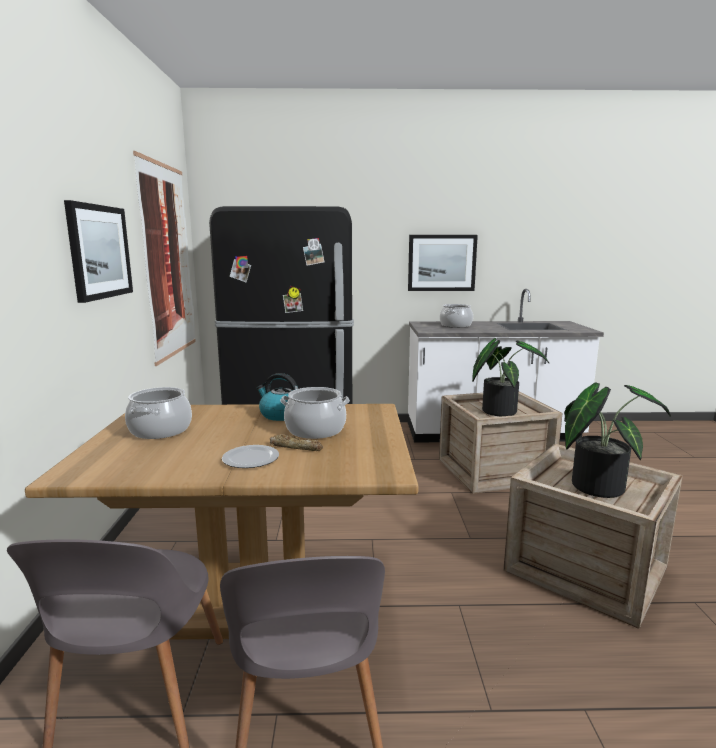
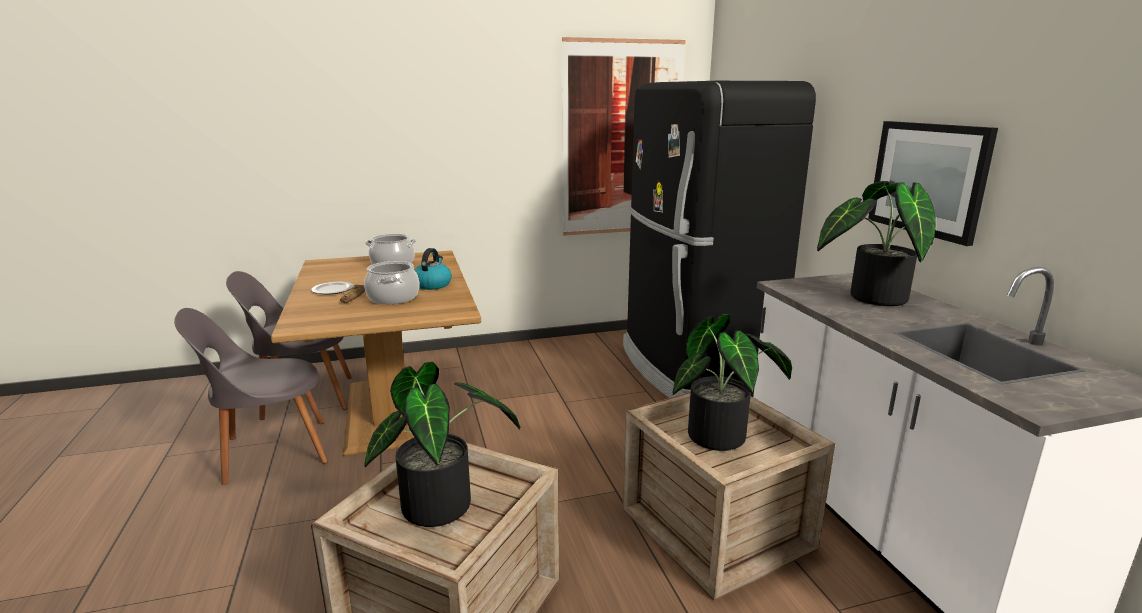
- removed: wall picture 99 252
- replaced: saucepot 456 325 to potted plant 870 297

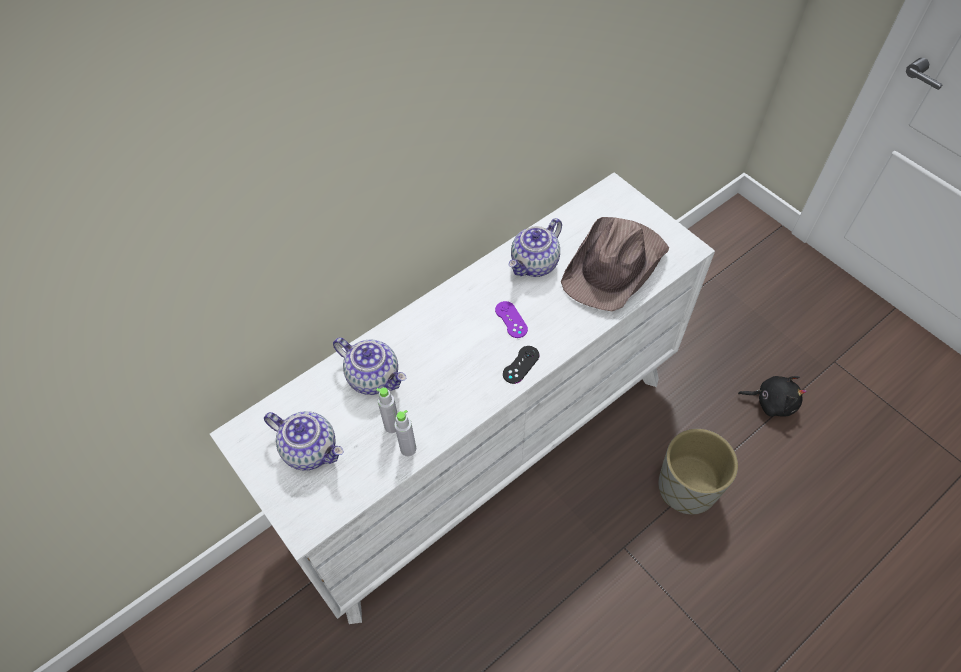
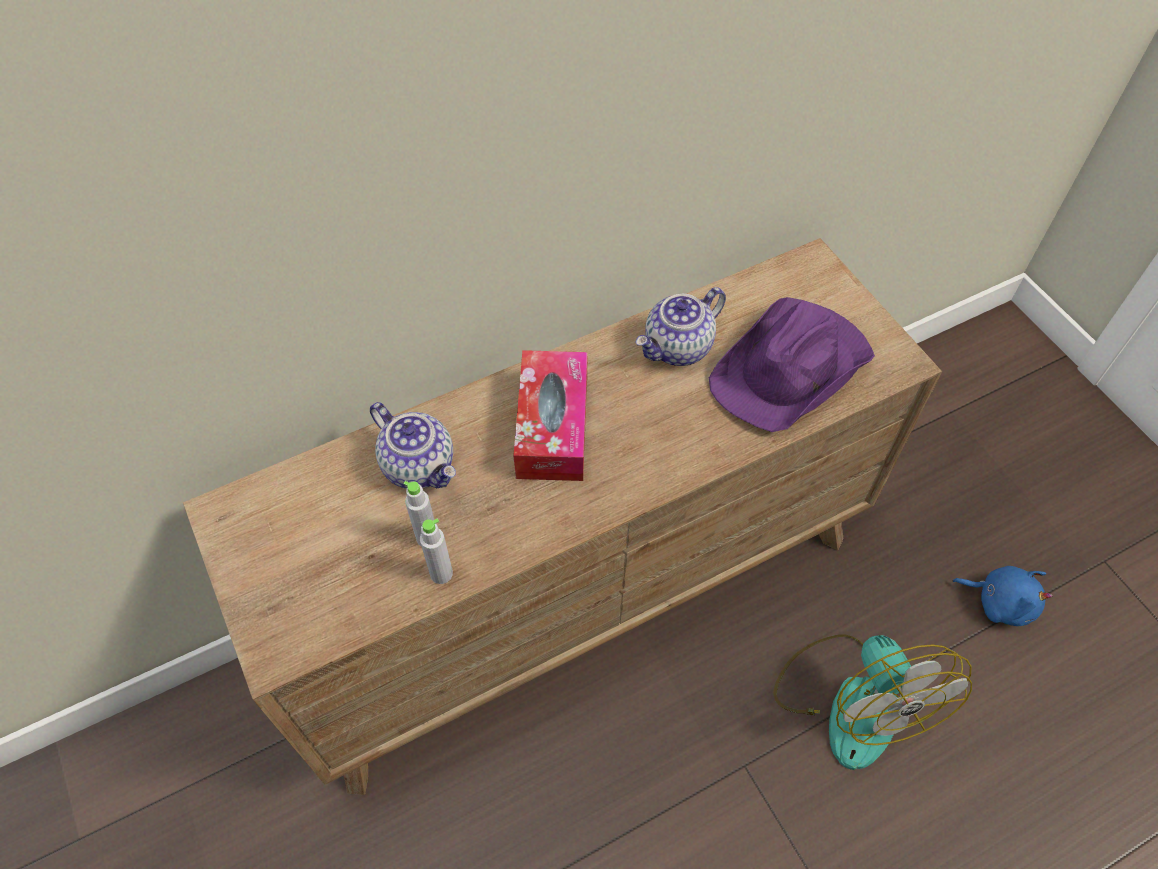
- recoloured: white chest of drawers 483 449 to brown chest of drawers 579 592
- recoloured: brown hat 615 265 to purplish hat 792 368
- removed: purplish gamepad 511 319
- removed: black gamepad 521 364
- recoloured: black soft toy 771 402 to bluish soft toy 1000 602
- removed: teapot 311 449
- replaced: grey plant pot 687 487 to cooling fan 852 699
- added: tissue box 552 426

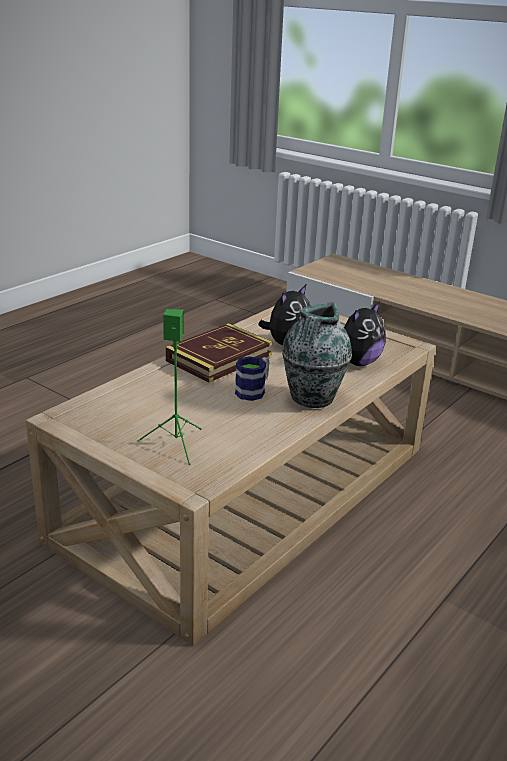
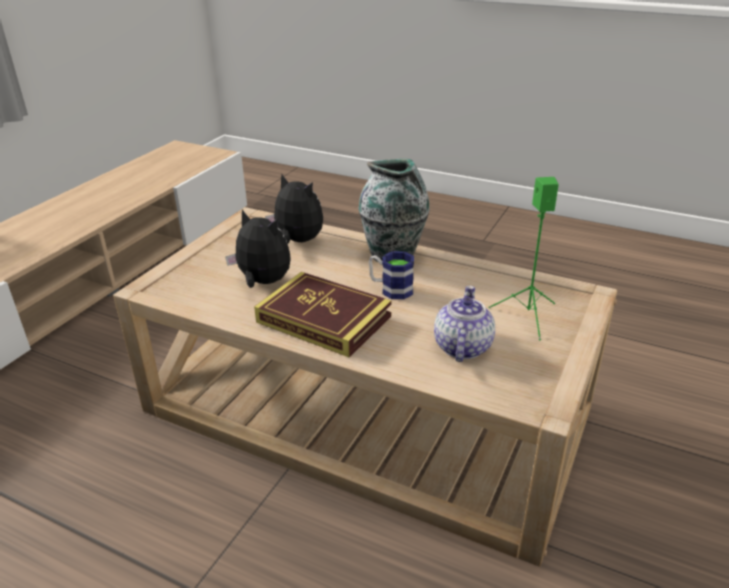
- added: teapot 461 346

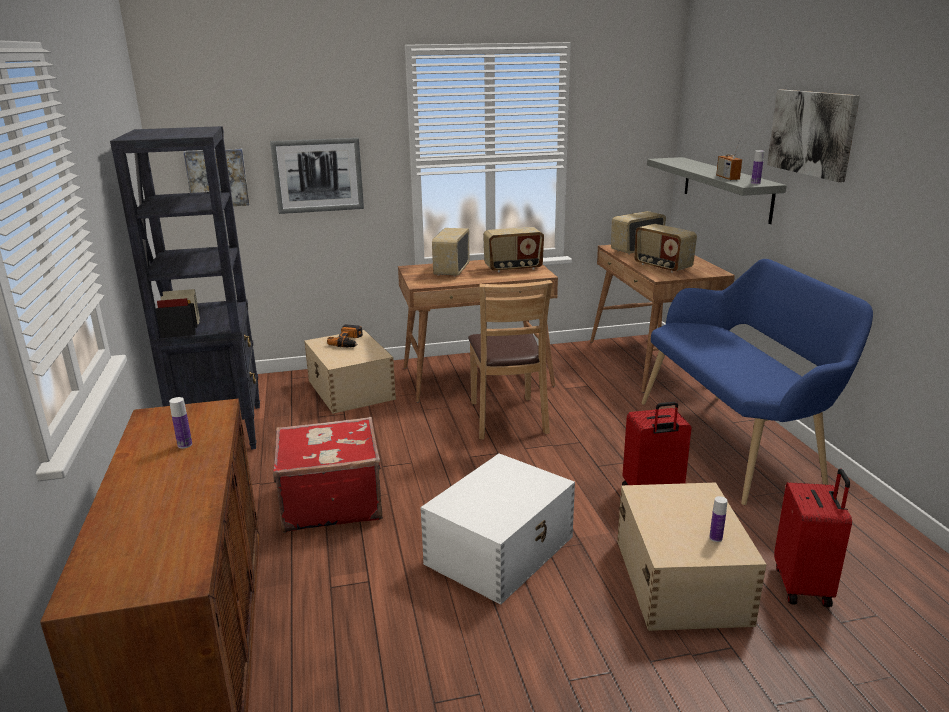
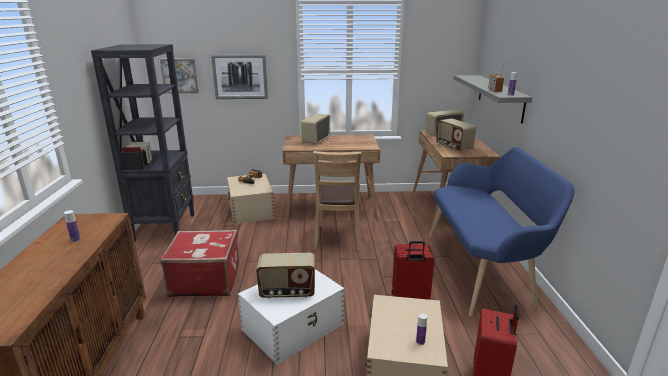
- removed: wall picture 812 133
- moved: radio 513 268 to 287 292

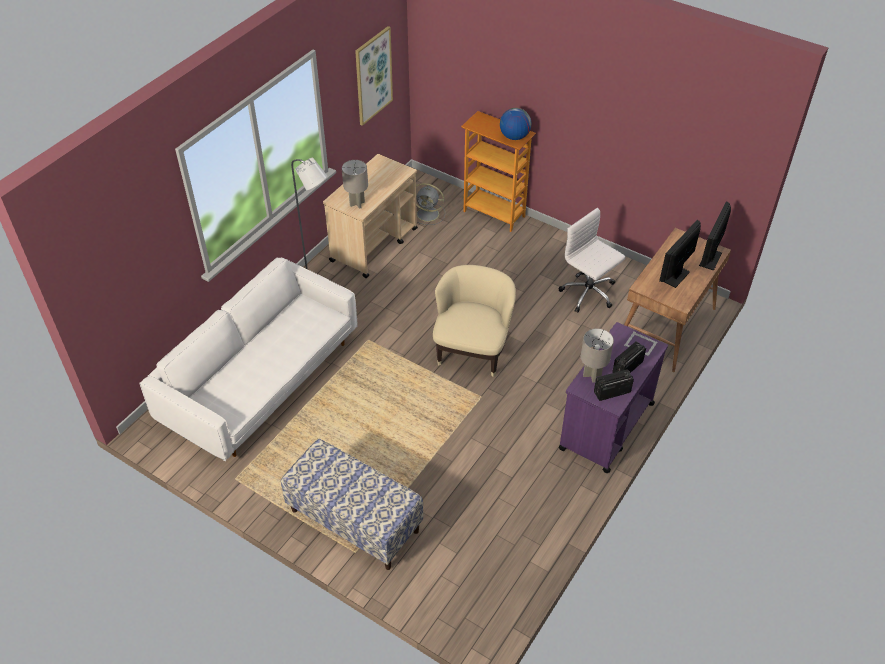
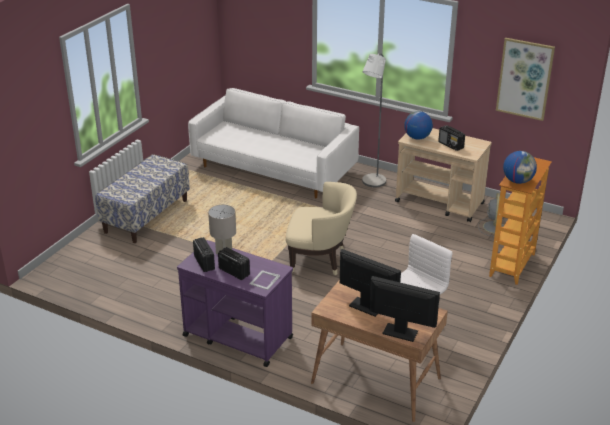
- replaced: grey tabletop lamp 357 204 to globe 417 137
- added: radio 451 145

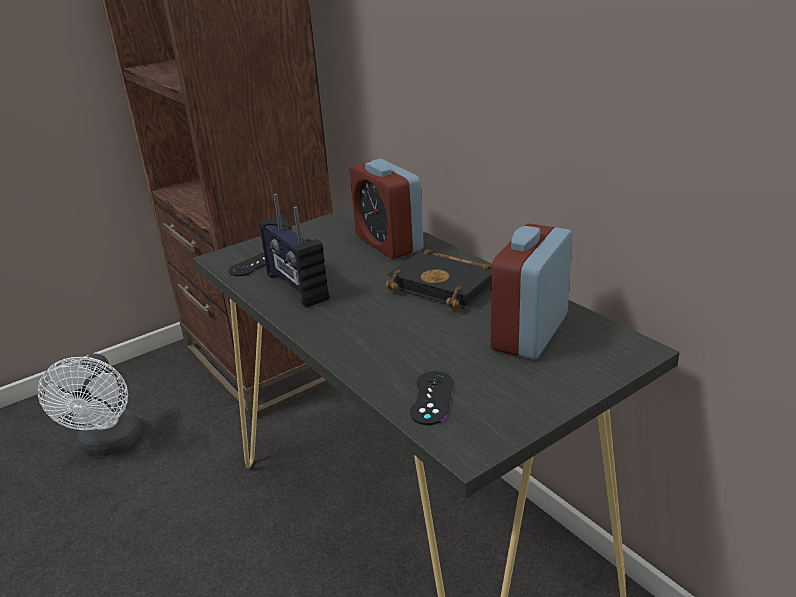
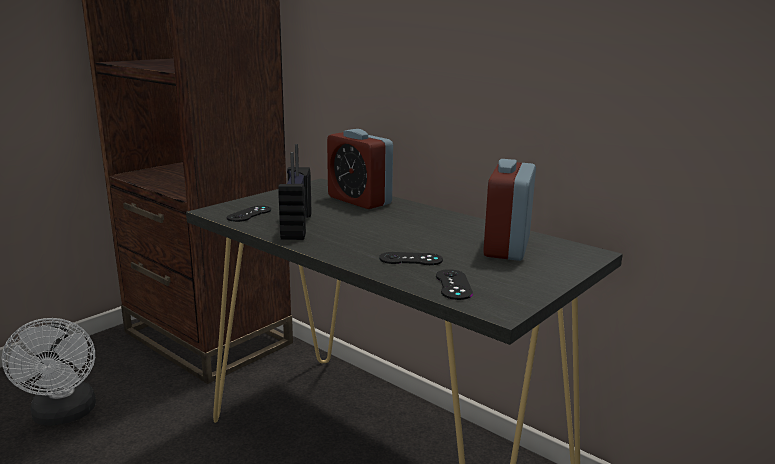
- turned: radio 296 287 = 295 227 45 degrees clockwise
- removed: black volume 446 286
- added: black gamepad 411 259

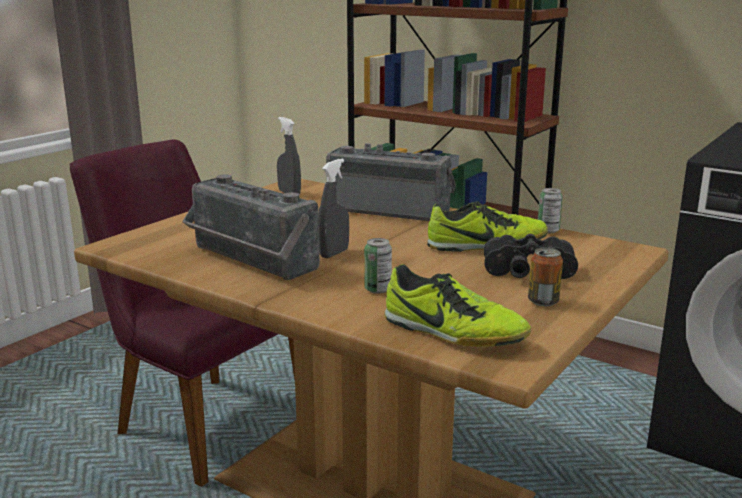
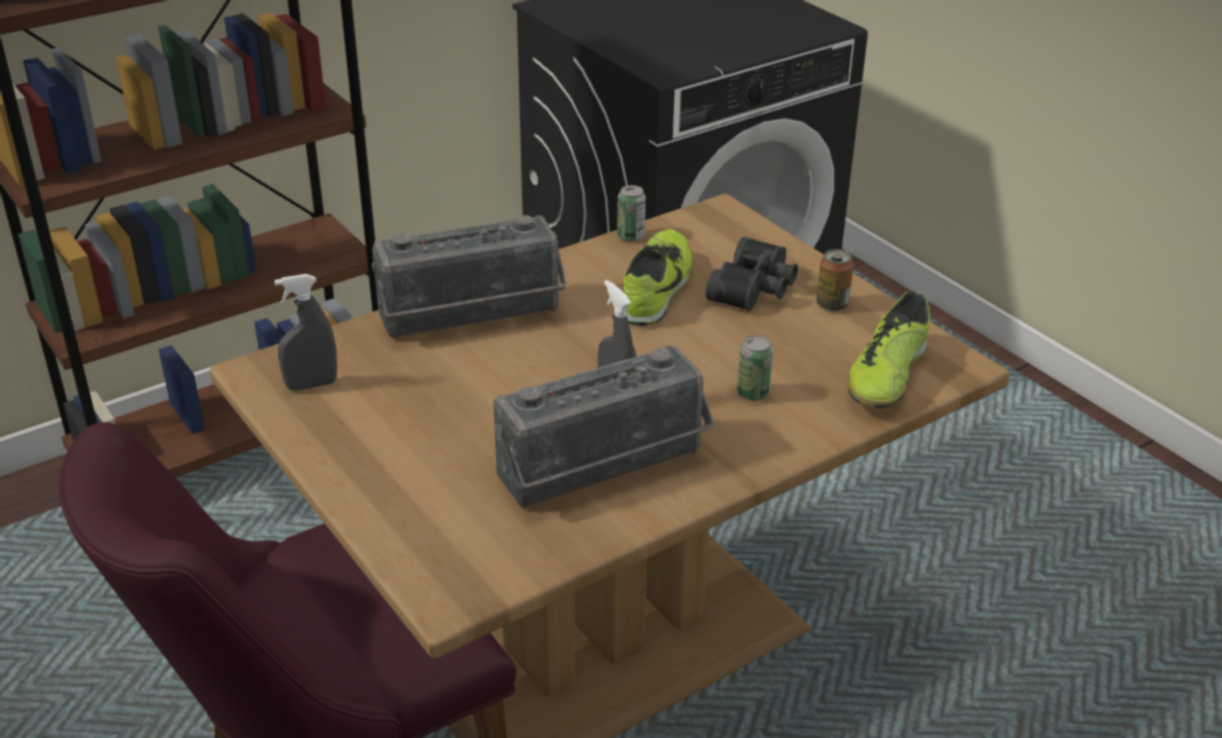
- turned: radio 390 210 = 471 318 150 degrees counterclockwise
- turned: low shoe 453 333 = 886 376 150 degrees clockwise

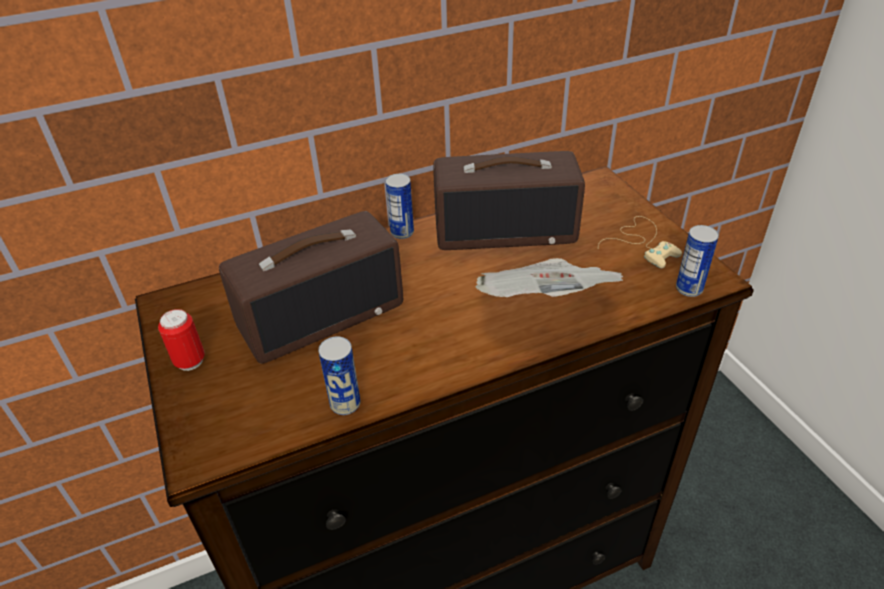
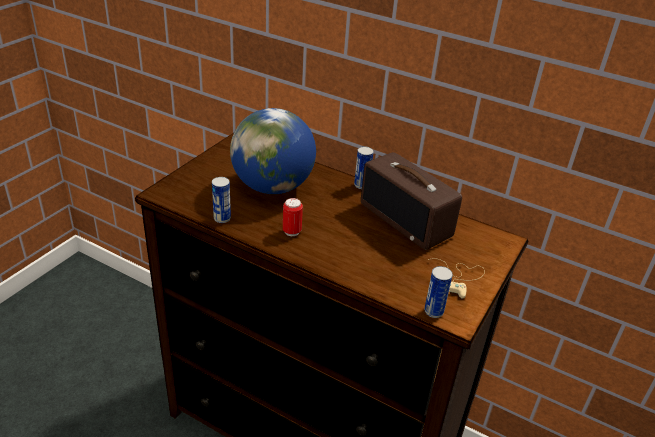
- replaced: radio 322 314 to globe 272 187
- removed: printed paper 544 307
- moved: metal can 190 361 to 292 231

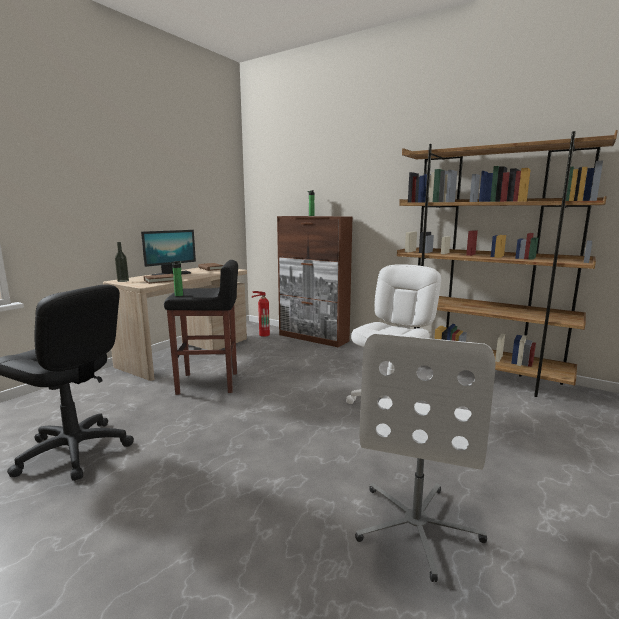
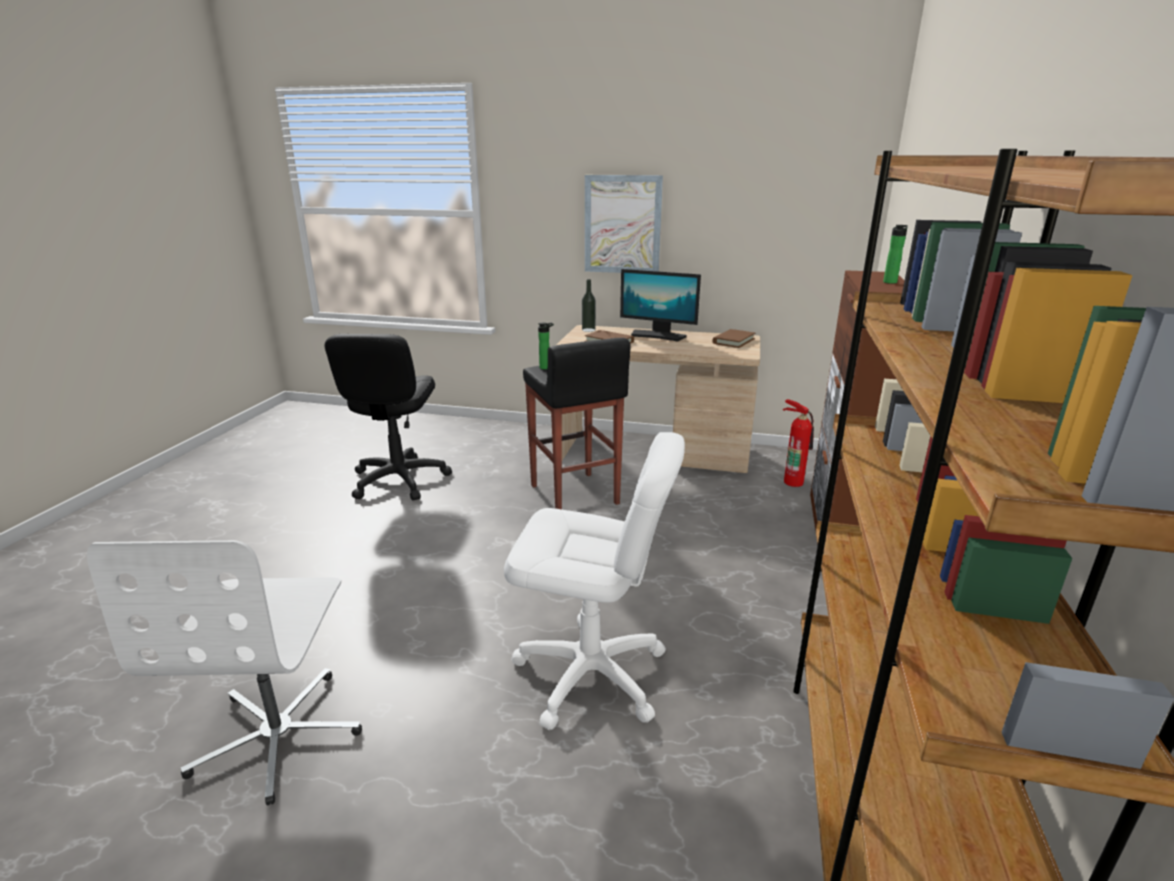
- turned: white desk chair 417 525 = 279 734 90 degrees counterclockwise
- added: wall picture 622 225

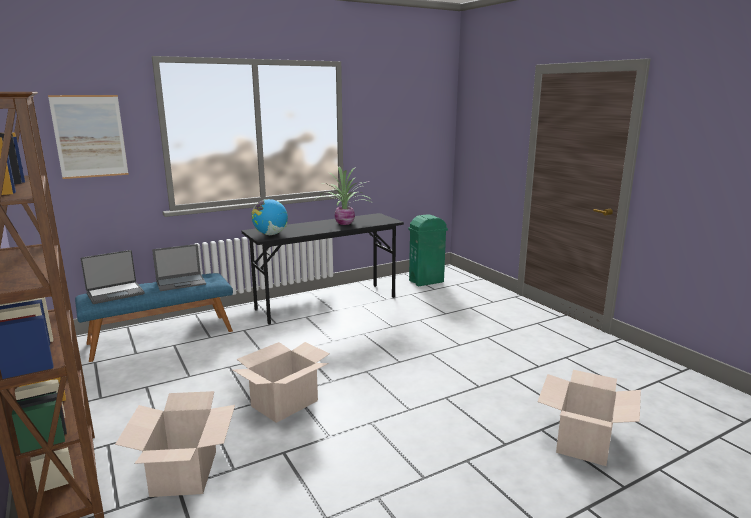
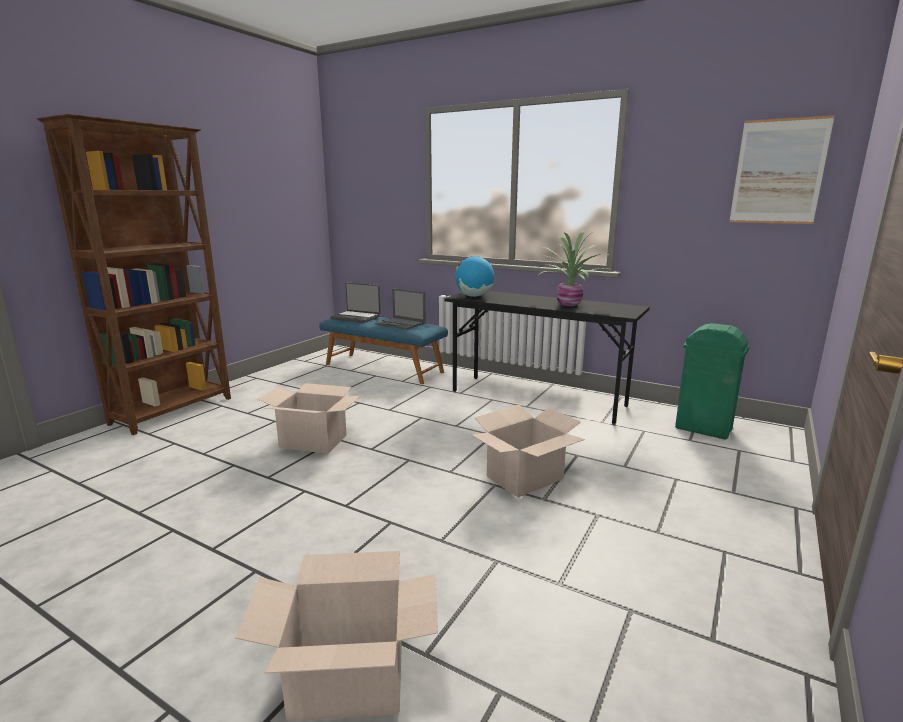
- moved: wall picture 90 136 to 778 172
- moved: carton 184 472 to 524 477

